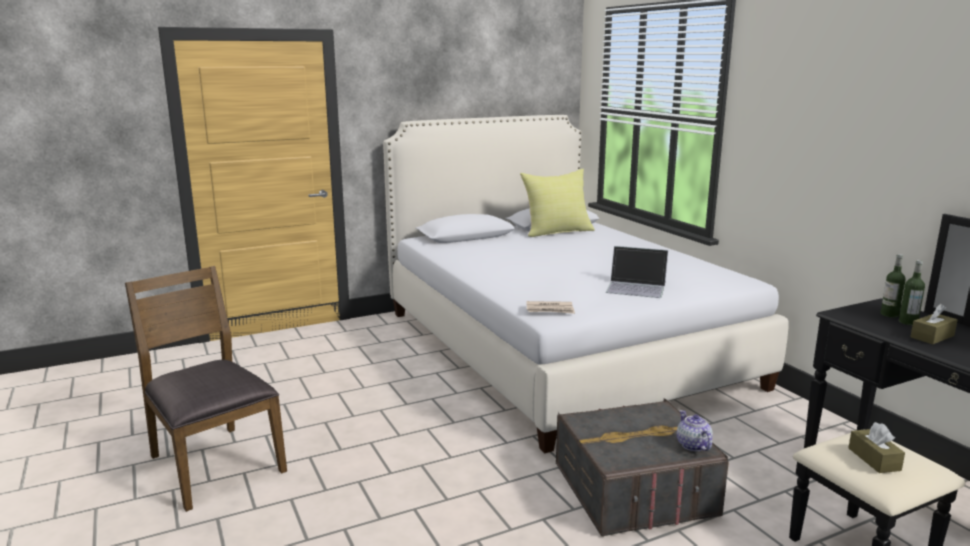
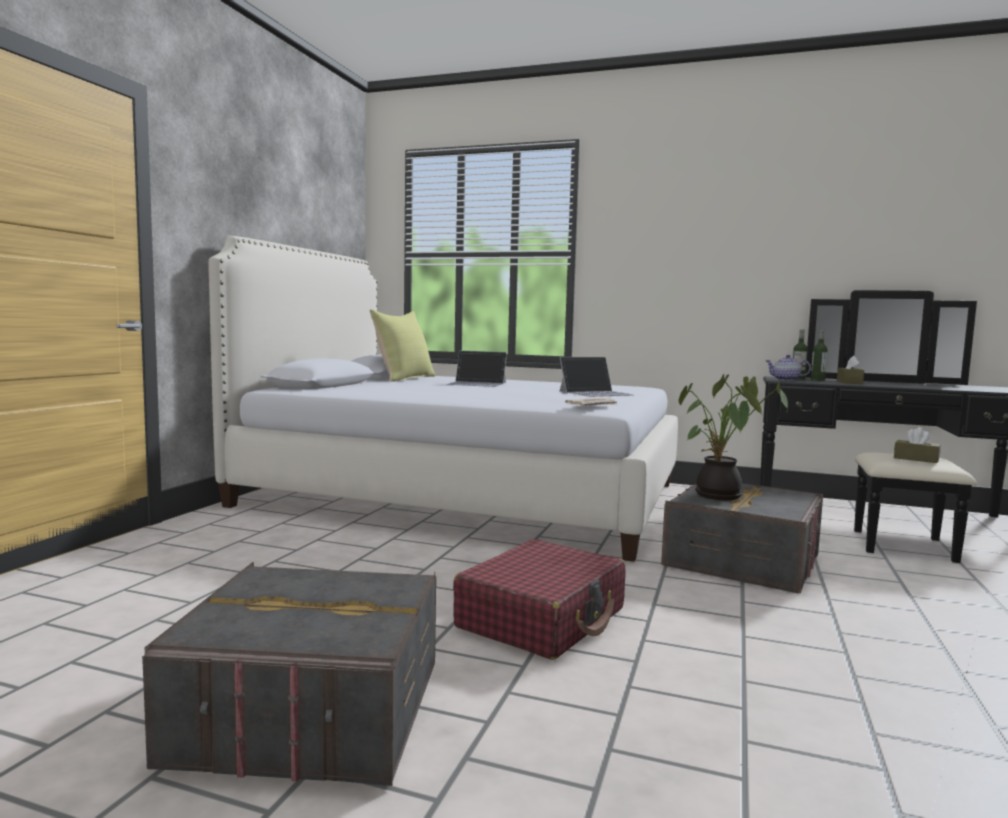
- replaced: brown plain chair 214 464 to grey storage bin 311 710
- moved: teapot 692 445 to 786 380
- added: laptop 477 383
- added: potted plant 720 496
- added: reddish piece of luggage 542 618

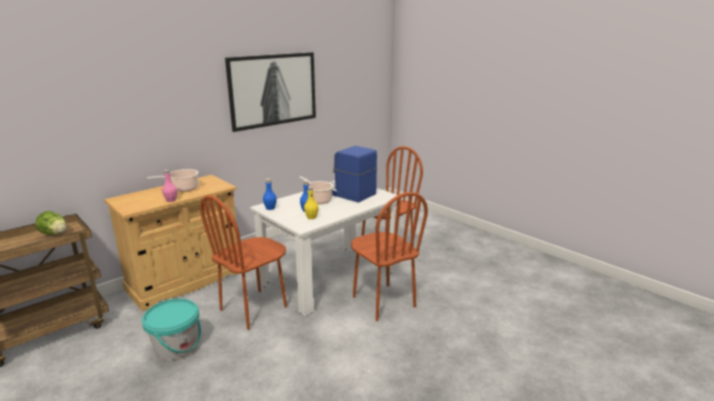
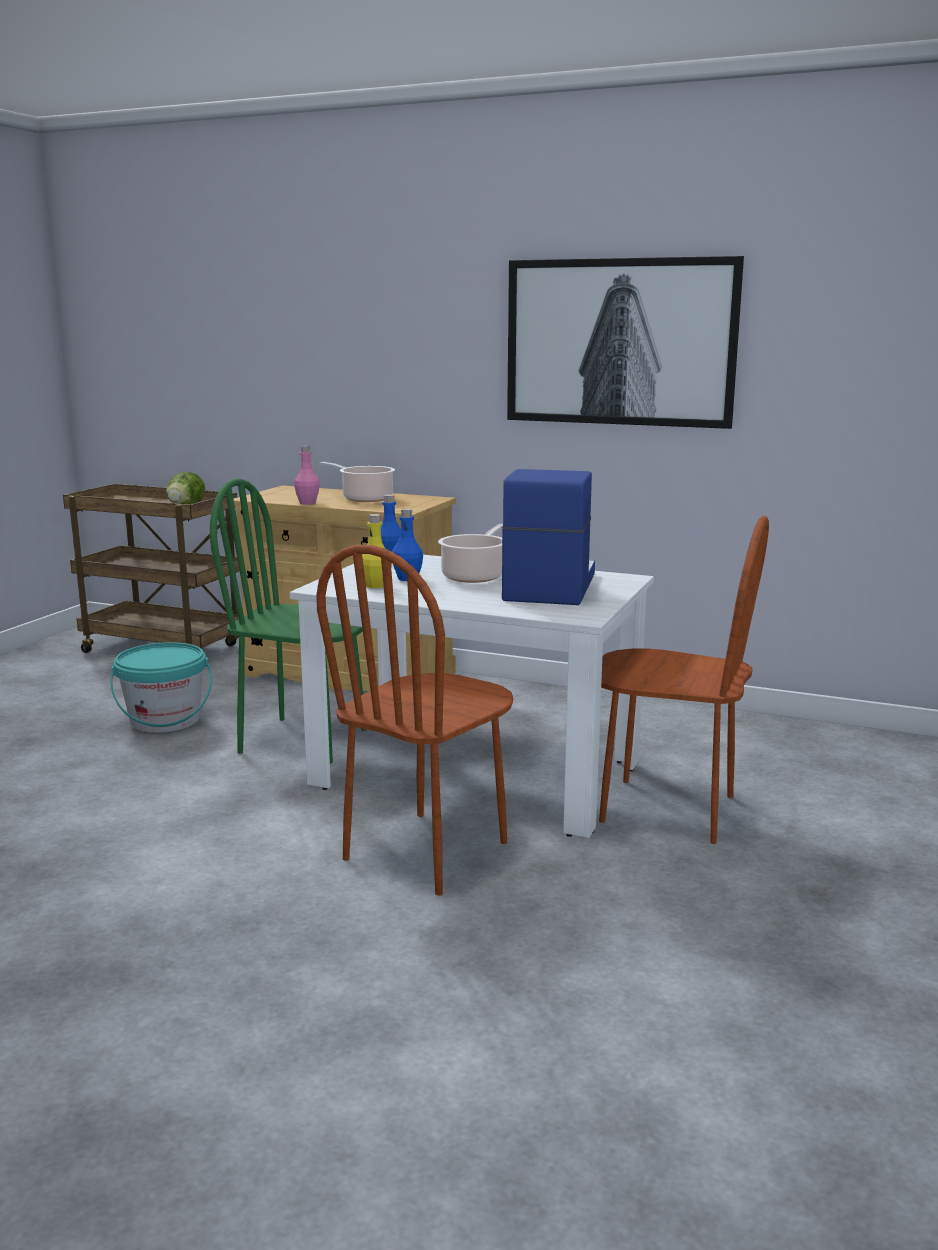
- recoloured: brown plain chair 253 308 to green-coloured plain chair 304 740

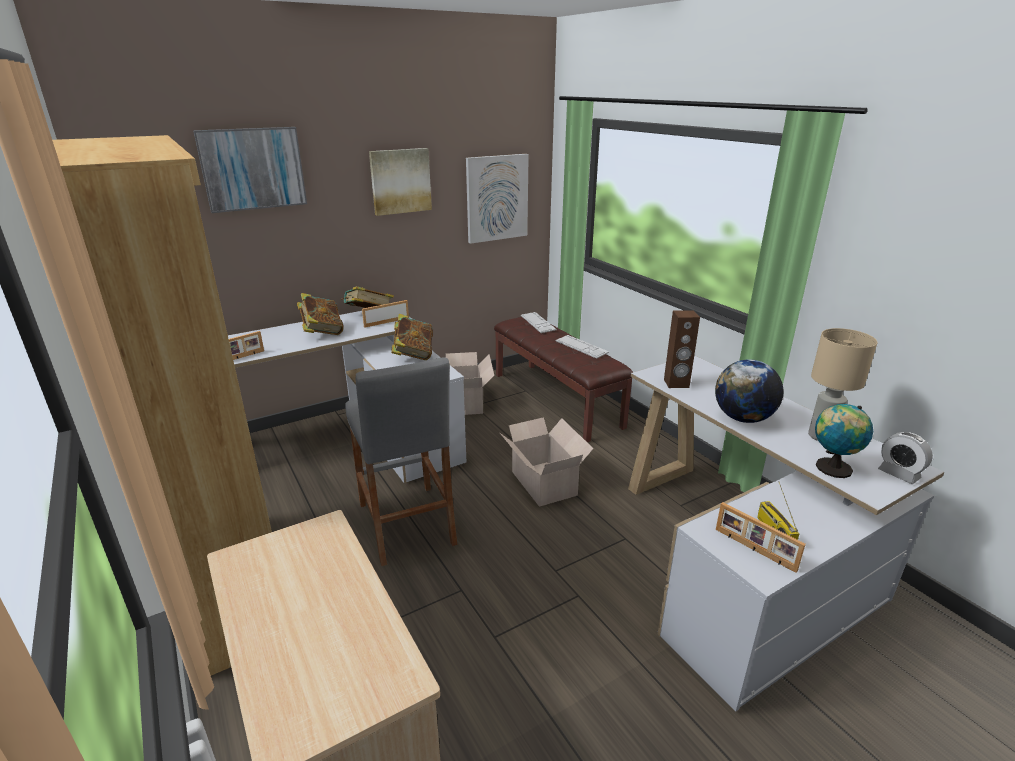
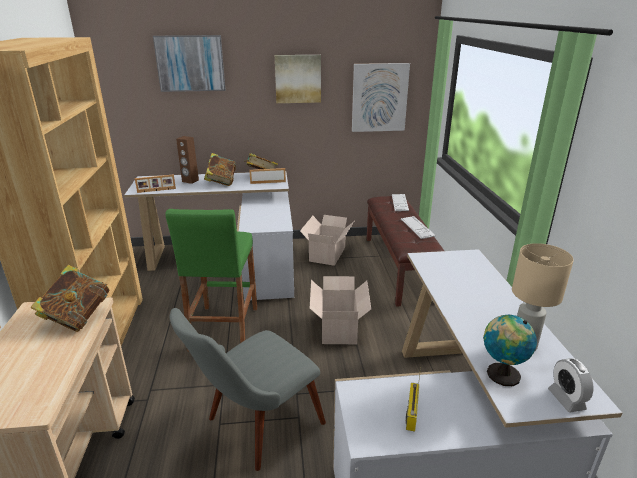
- moved: brown audio speaker 676 383 to 190 181
- moved: volume 413 354 to 78 317
- recoloured: grey stool seat 406 524 to green-coloured stool seat 224 329
- removed: globe 743 418
- removed: photo frame 754 550
- added: grey plain chair 254 428

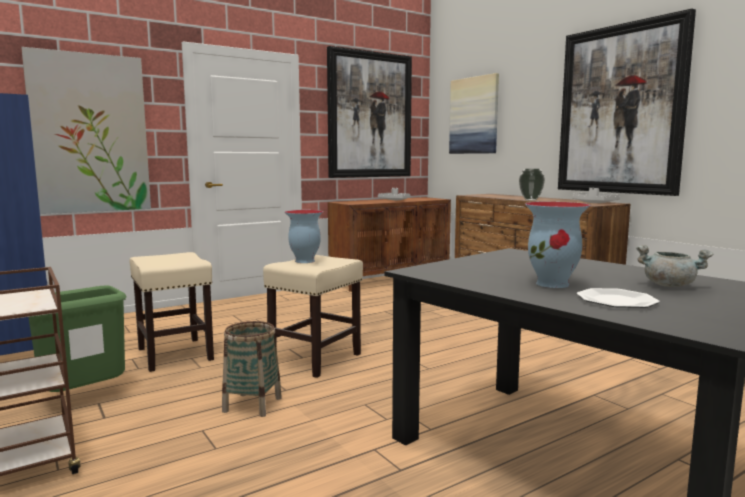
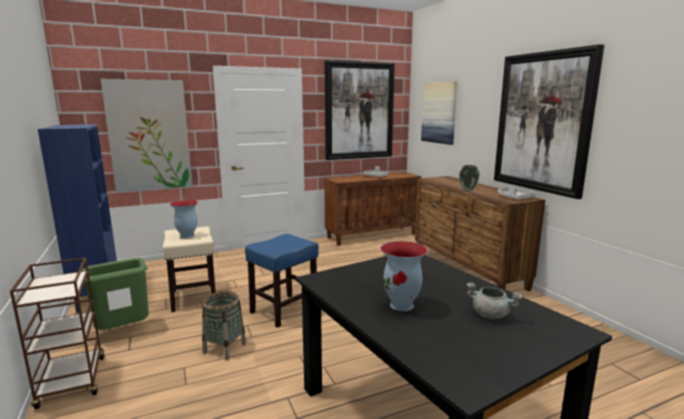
- moved: vase 304 261 to 186 236
- recoloured: sand-coloured stool seat 316 359 to bluish stool seat 284 310
- removed: dinner plate 616 301

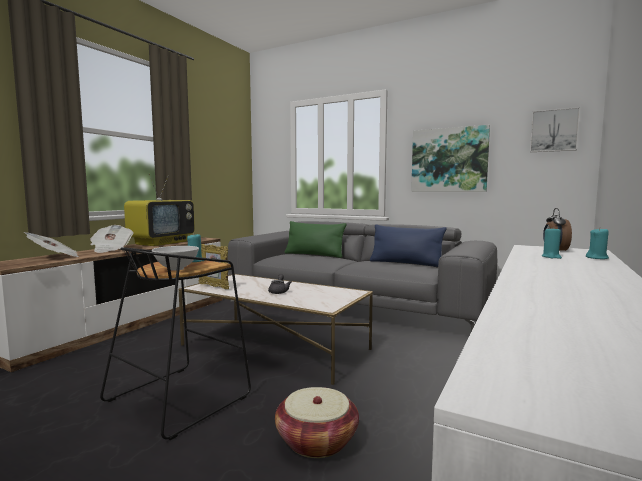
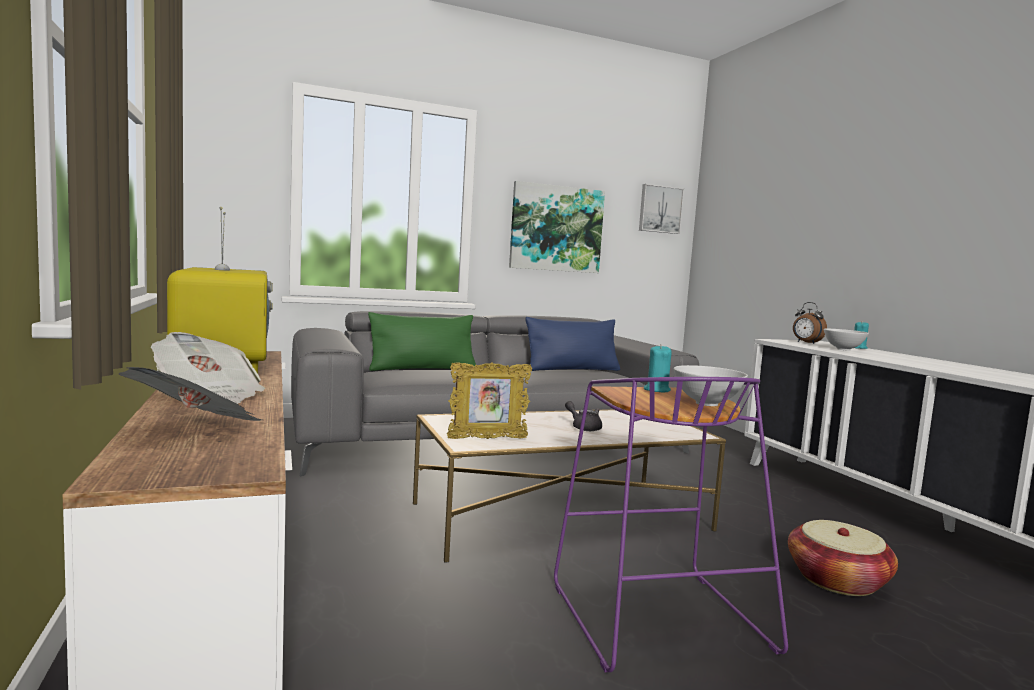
- replaced: turquoise wax light 551 257 to white bowl 843 349
- recoloured: black stool seat 179 397 to purplish stool seat 654 616

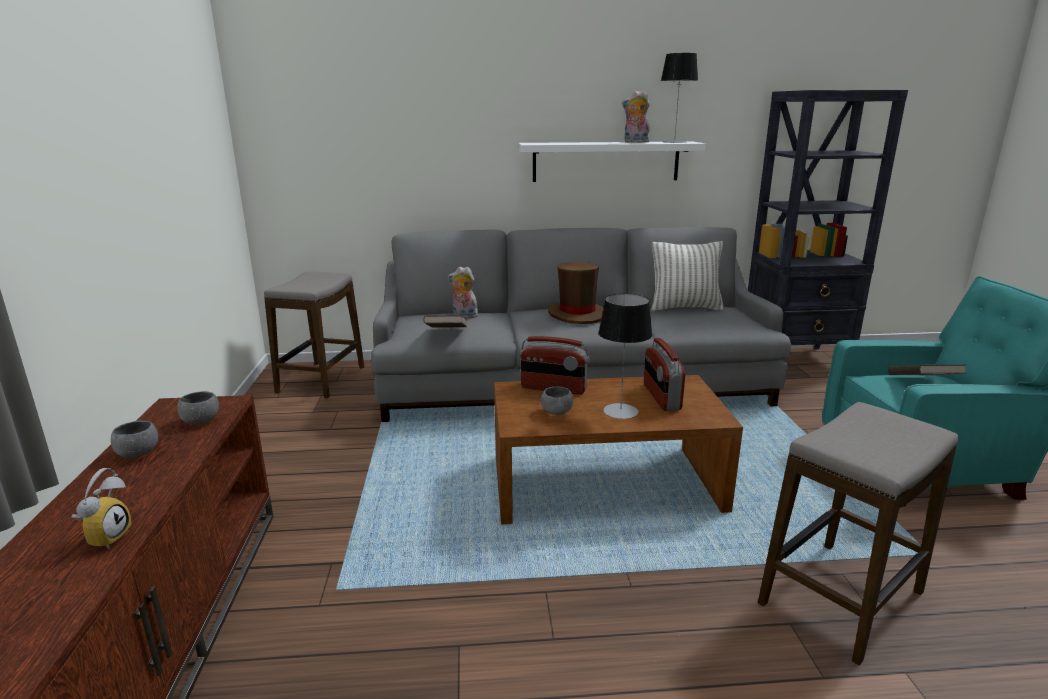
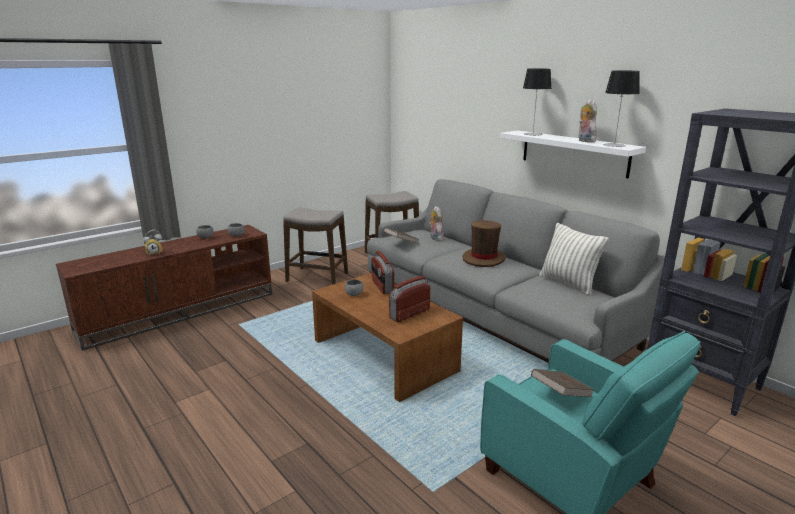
- moved: tabletop lamp 620 411 to 532 134
- moved: stool seat 840 598 to 317 277

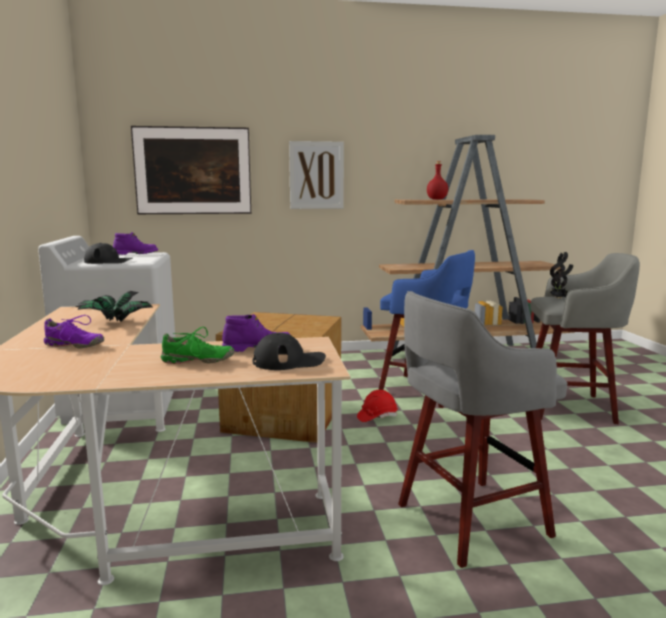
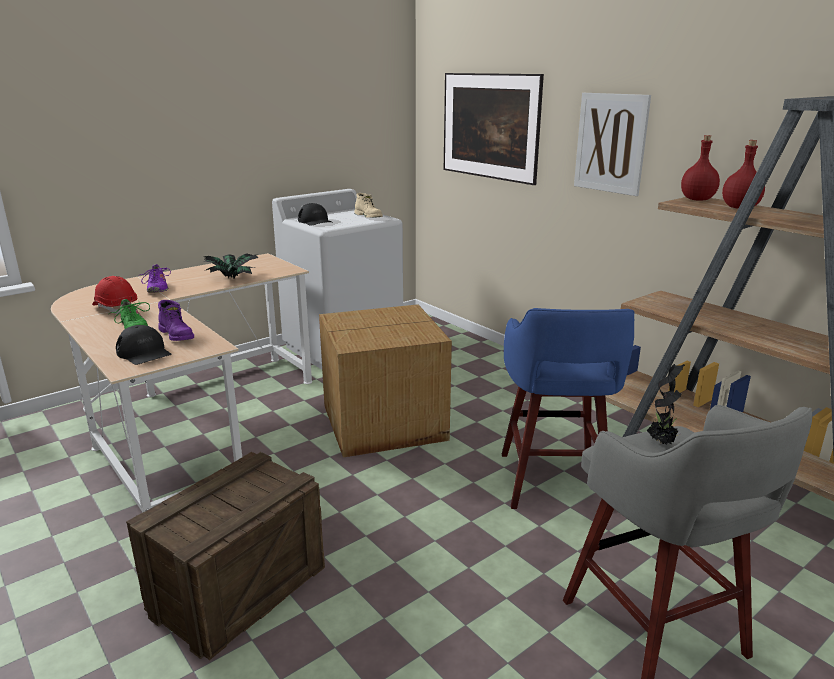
- recoloured: purplish tall boot 136 254 to sand-coloured tall boot 369 216
- replaced: grey stool seat 468 521 to packing crate 239 589
- moved: reddish hard hat 377 416 to 116 308
- added: reddish drink bottle 697 199

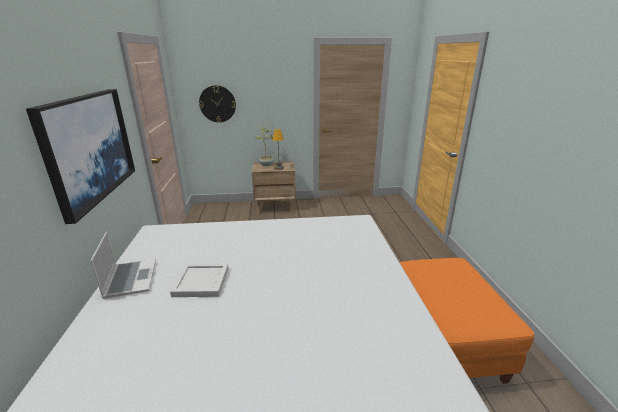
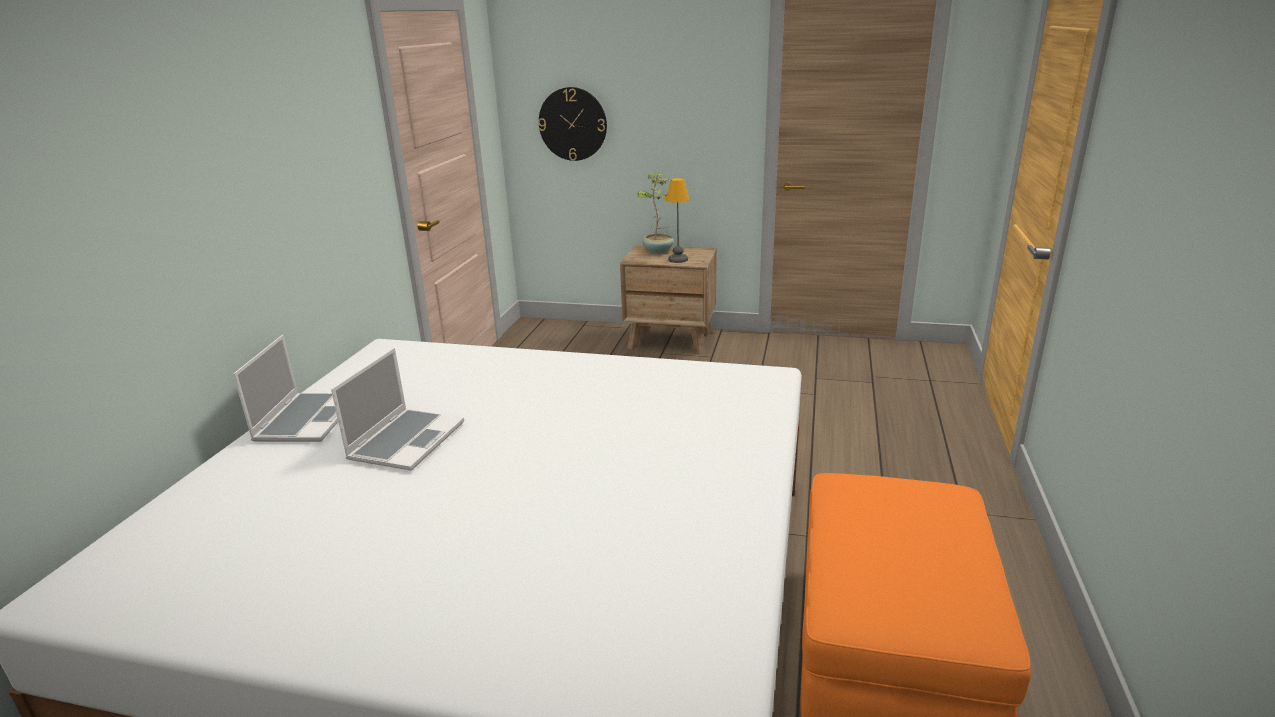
- removed: wall picture 89 147
- replaced: white carrying tray 201 281 to laptop 406 440

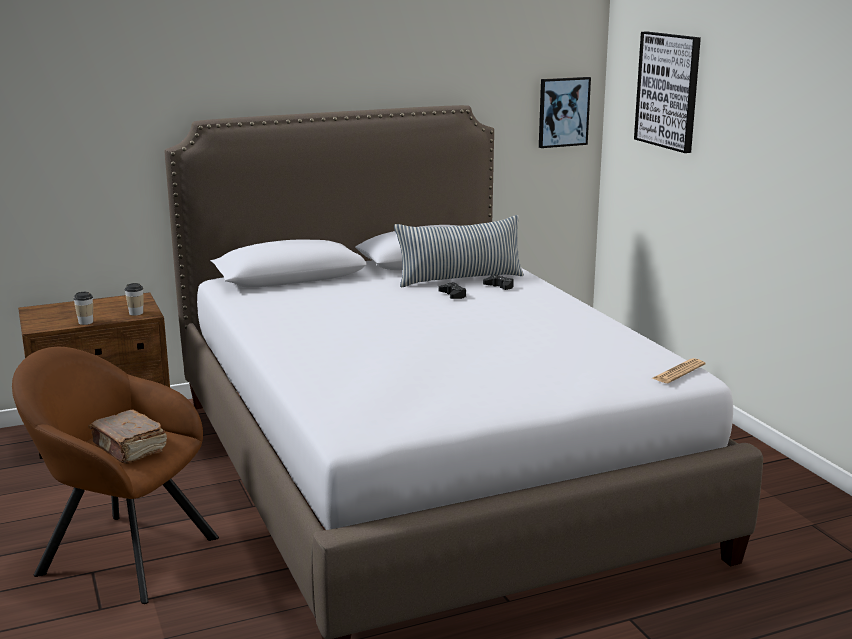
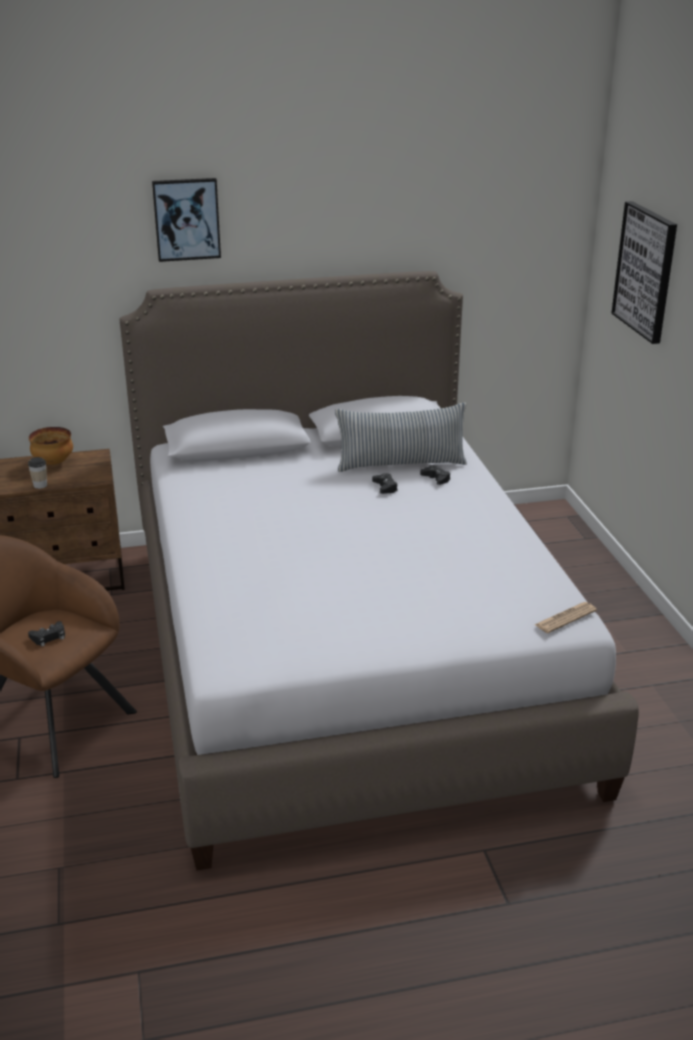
- moved: wall picture 563 112 to 186 219
- removed: small cup 136 313
- replaced: brown volume 129 448 to black gamepad 49 637
- added: bowl 53 463

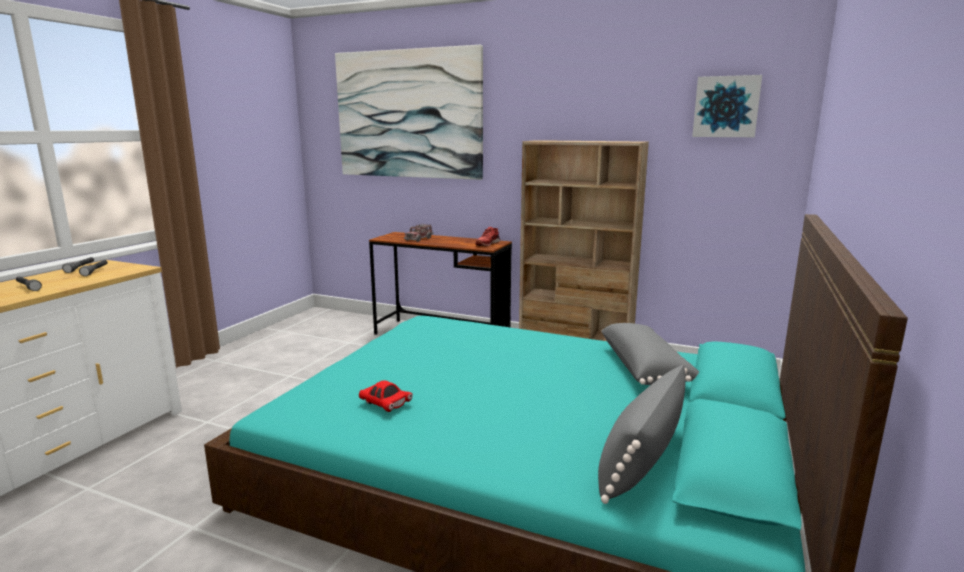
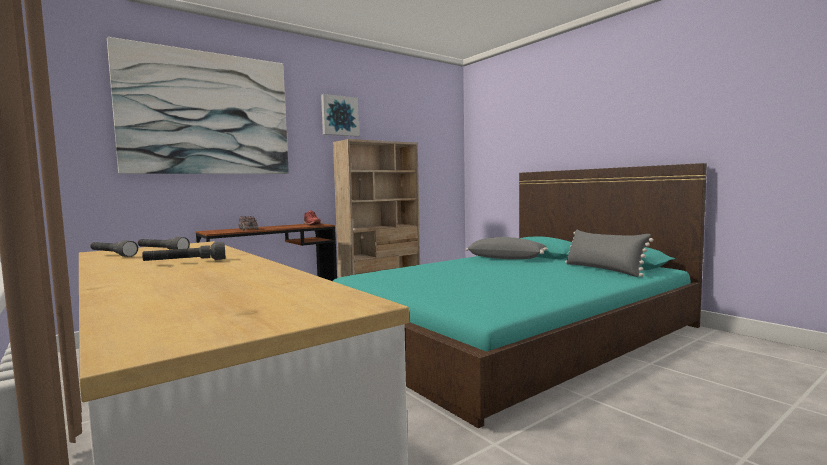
- moved: wall picture 726 107 to 339 116
- removed: reddish toy car 385 404

